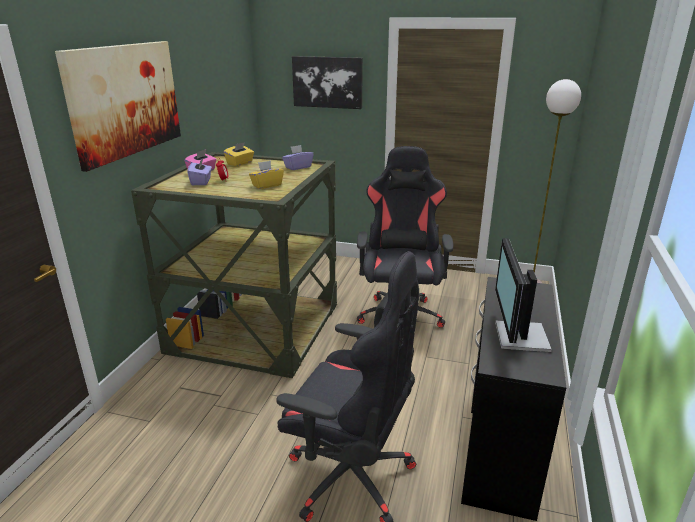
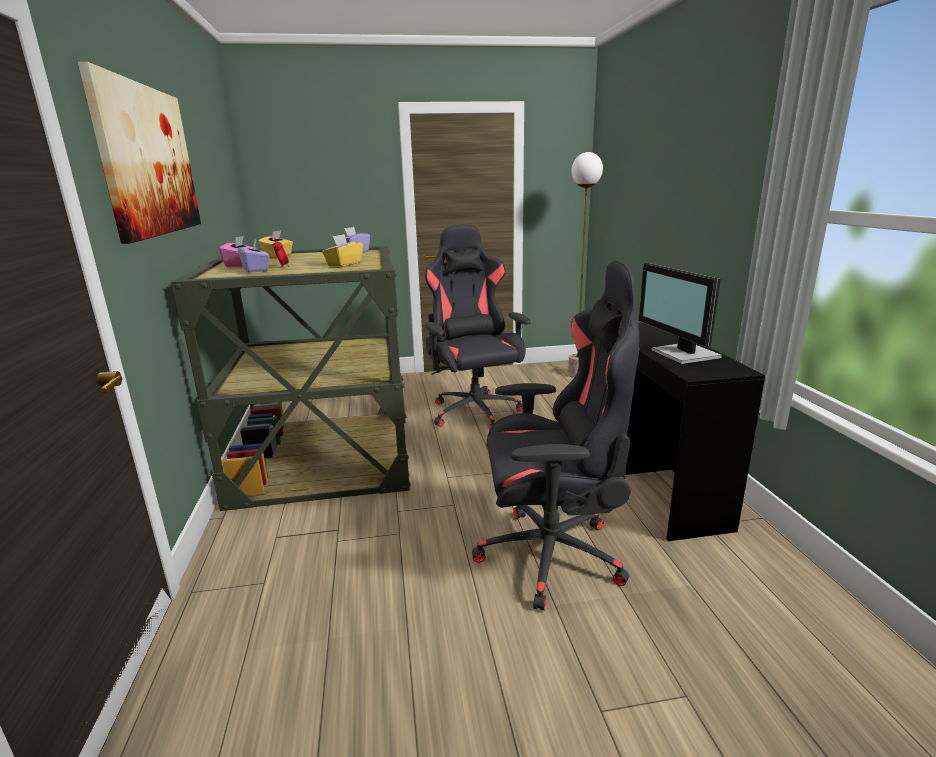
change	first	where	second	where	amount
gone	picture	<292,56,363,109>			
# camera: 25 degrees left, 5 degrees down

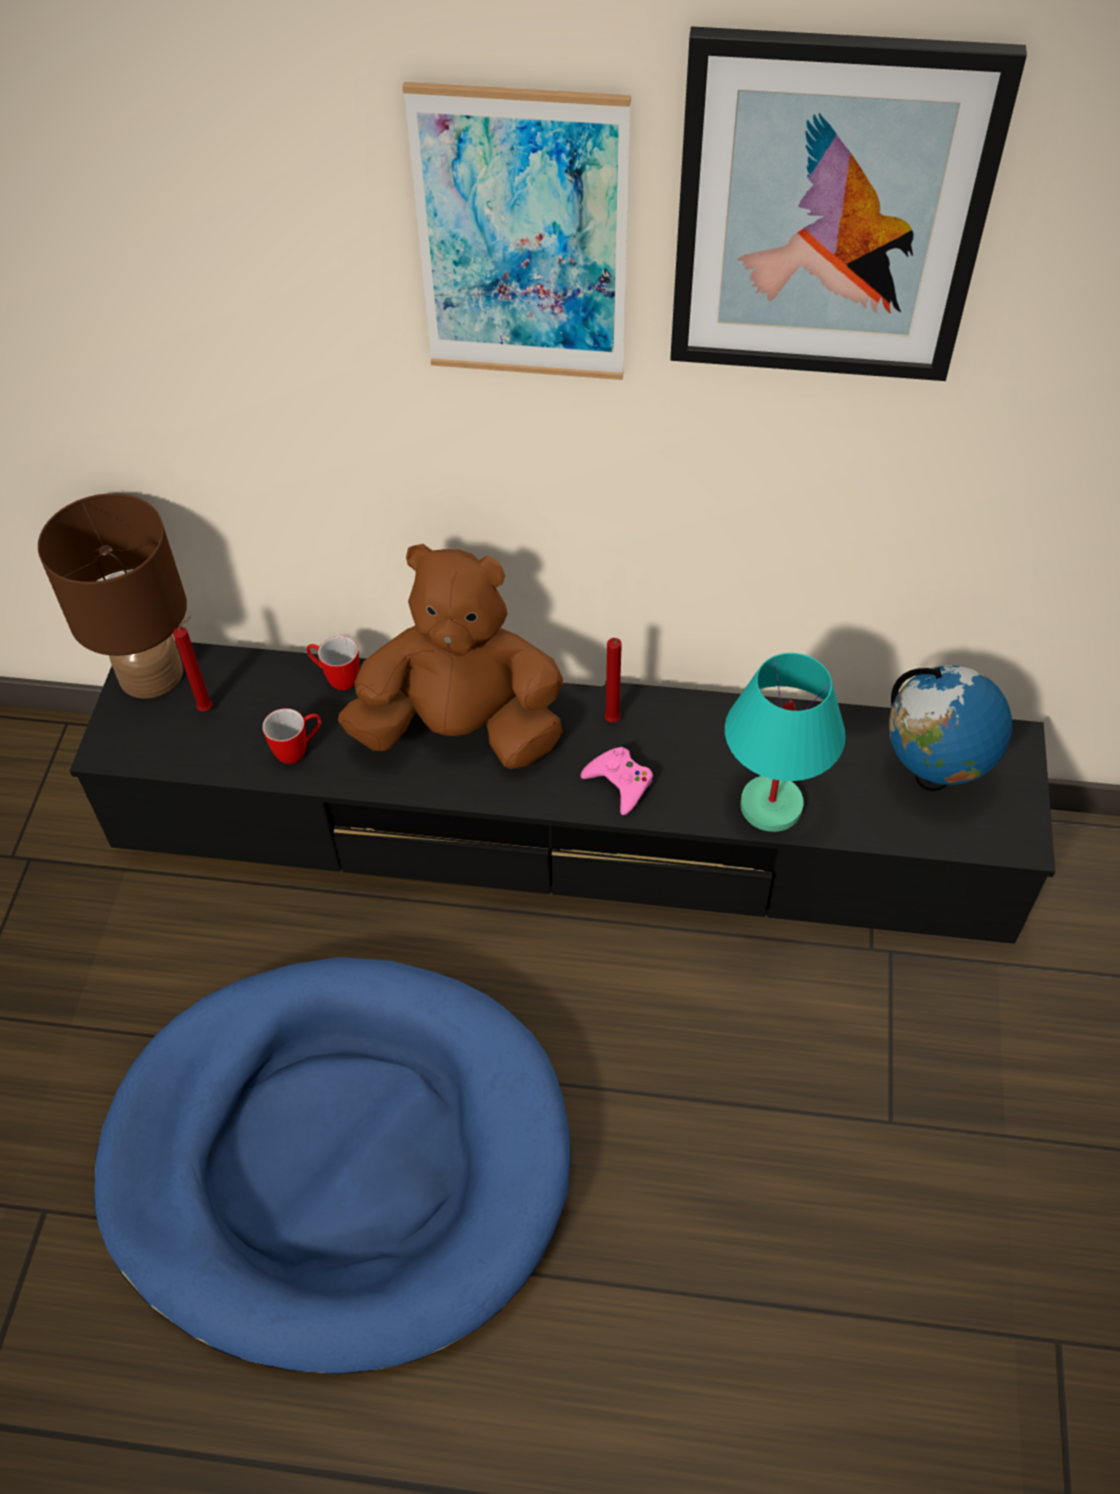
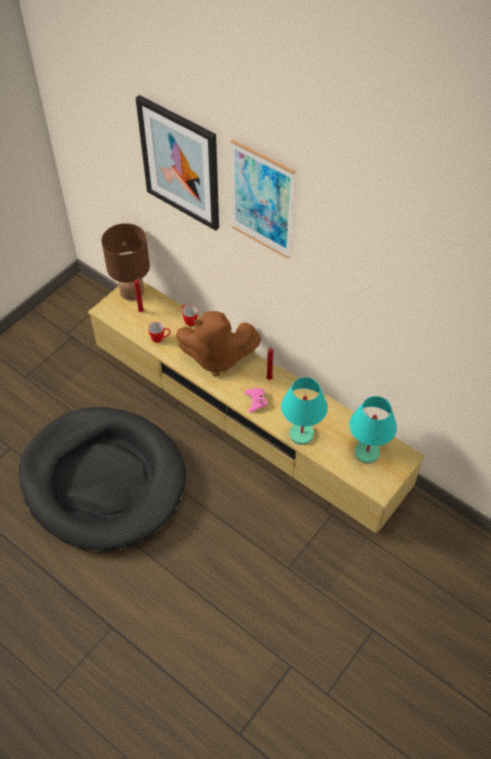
change	first	where	second	where	amount
shifted	picture	<670,26,1027,381>		<136,95,219,231>	
swapped	globe	<889,665,1012,791>	turquoise table lamp	<349,396,397,464>	
repainted	black tv stand	<70,641,1055,944>	beige tv stand	<88,282,424,533>	
repainted	blue dog bed	<94,957,571,1374>	black dog bed	<19,407,186,551>	
rotated	brown plush toy	<338,544,563,769>		<176,311,262,377>	150 degrees clockwise
# camera: 30 degrees right, 0 degrees up

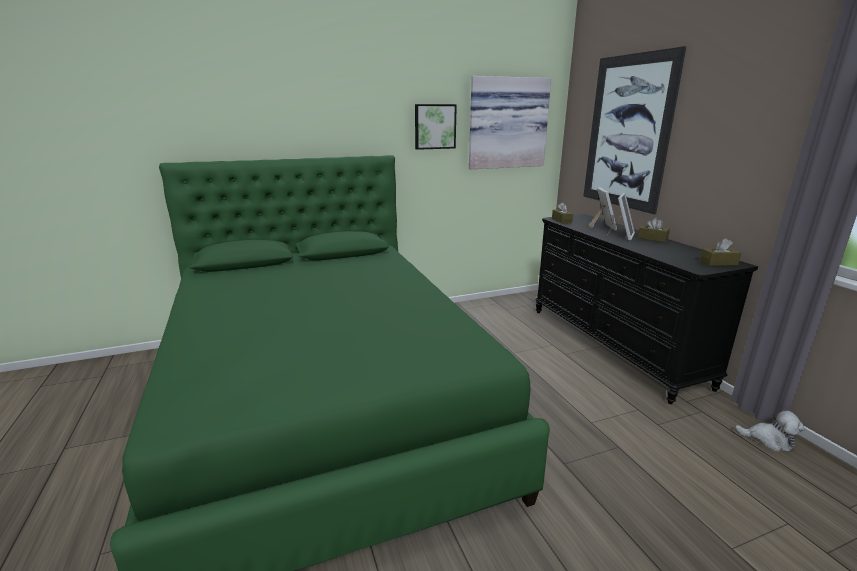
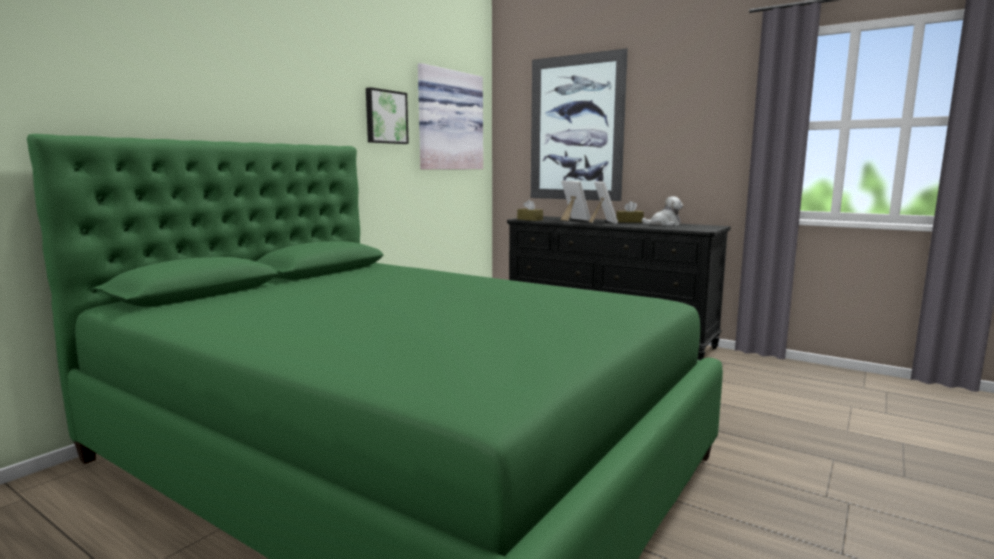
change	first	where	second	where	amount
gone	brown tissue box	<700,238,741,266>			
shifted	plush toy	<735,411,805,452>		<642,196,683,226>	
# camera: 35 degrees left, 10 degrees down

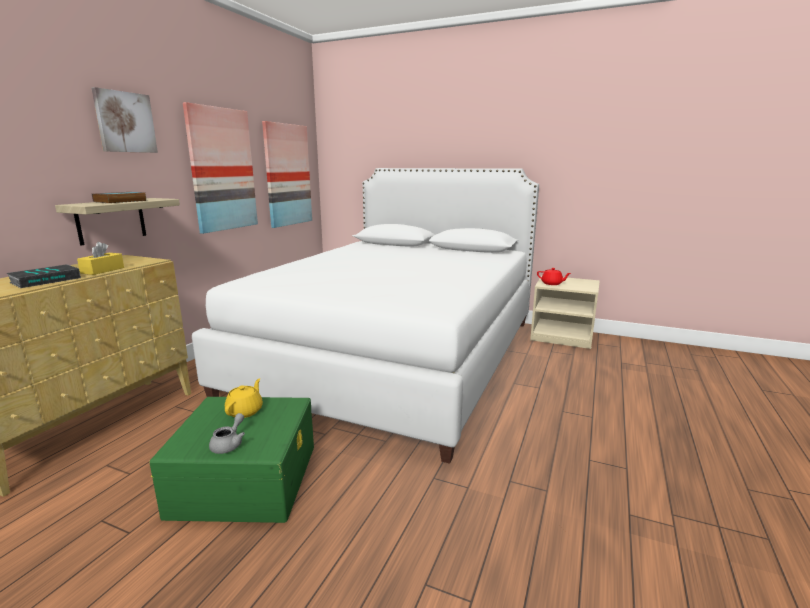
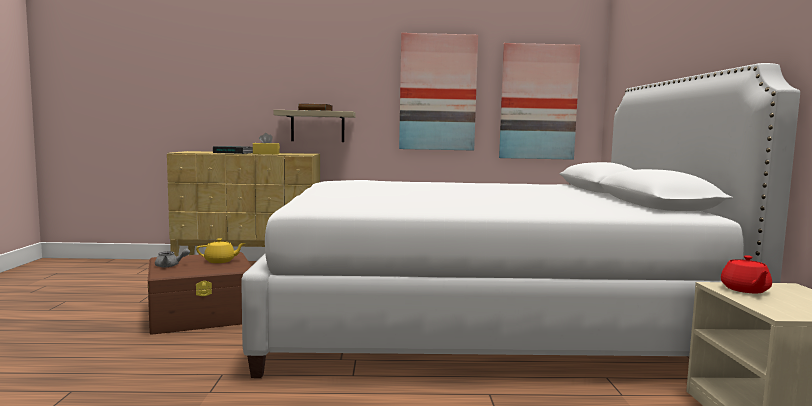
change	first	where	second	where	amount
gone	picture	<92,87,158,153>			
repainted	green storage box	<149,397,314,523>	brown storage box	<148,252,251,335>	
# camera: 65 degrees right, 10 degrees down

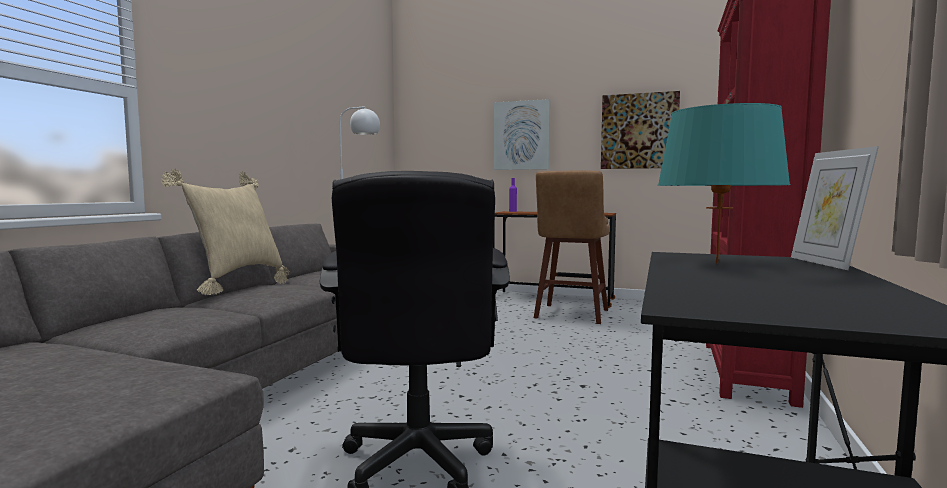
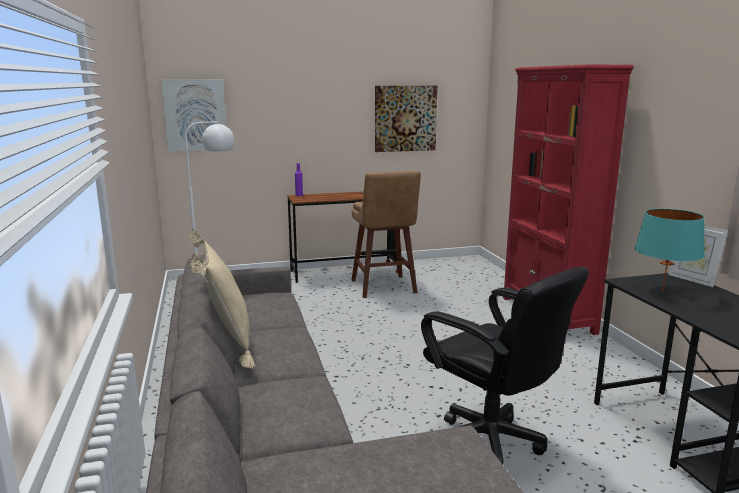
change	first	where	second	where	amount
shifted	picture	<494,99,550,170>		<161,79,226,151>	
# camera: 35 degrees left, 10 degrees up

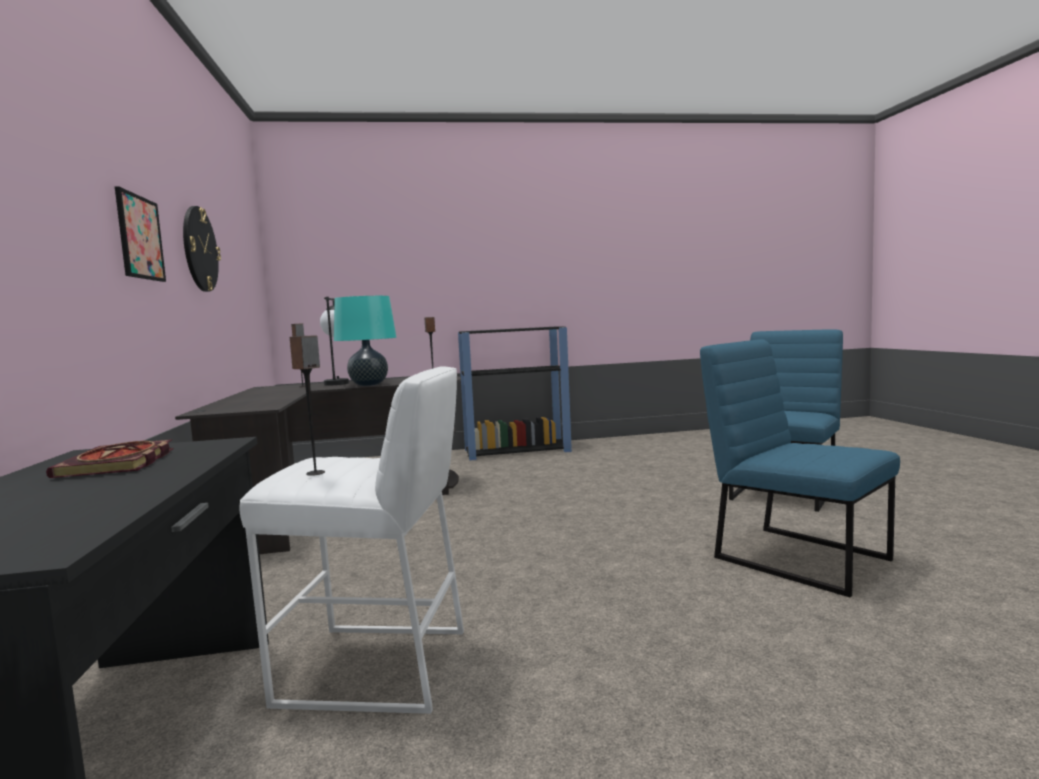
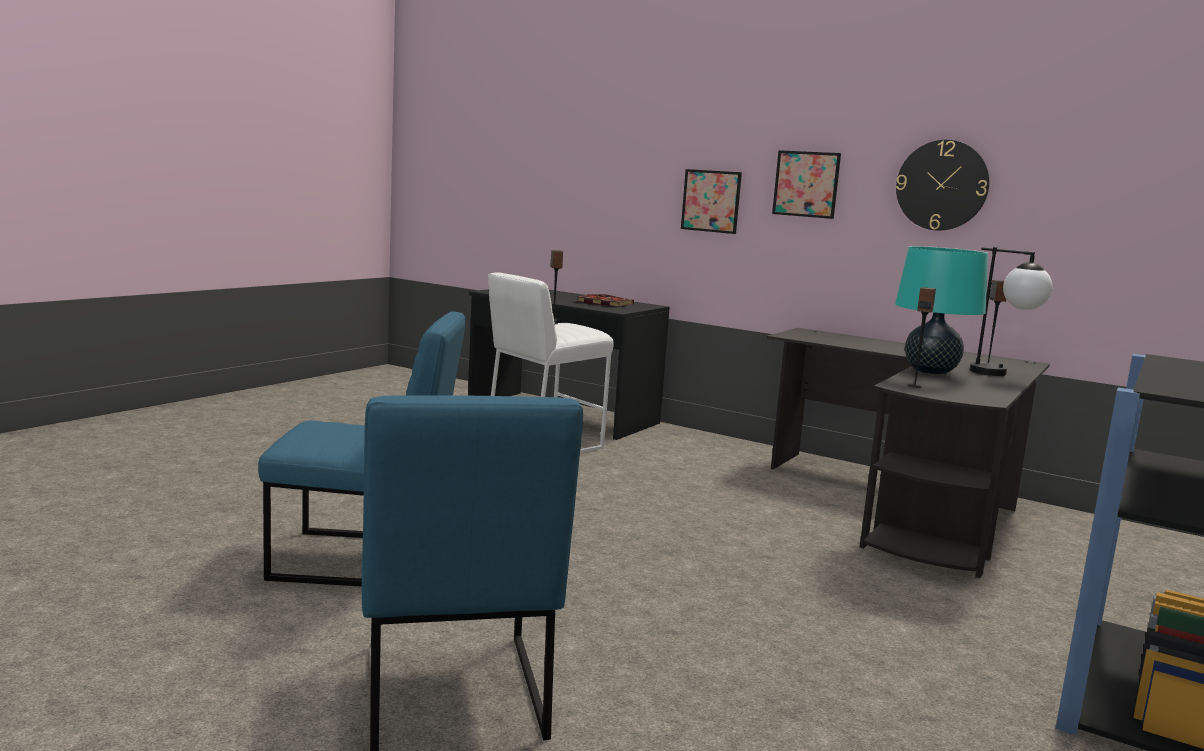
change	first	where	second	where	amount
new			picture	<681,169,742,234>	
# camera: 130 degrees right, 5 degrees up

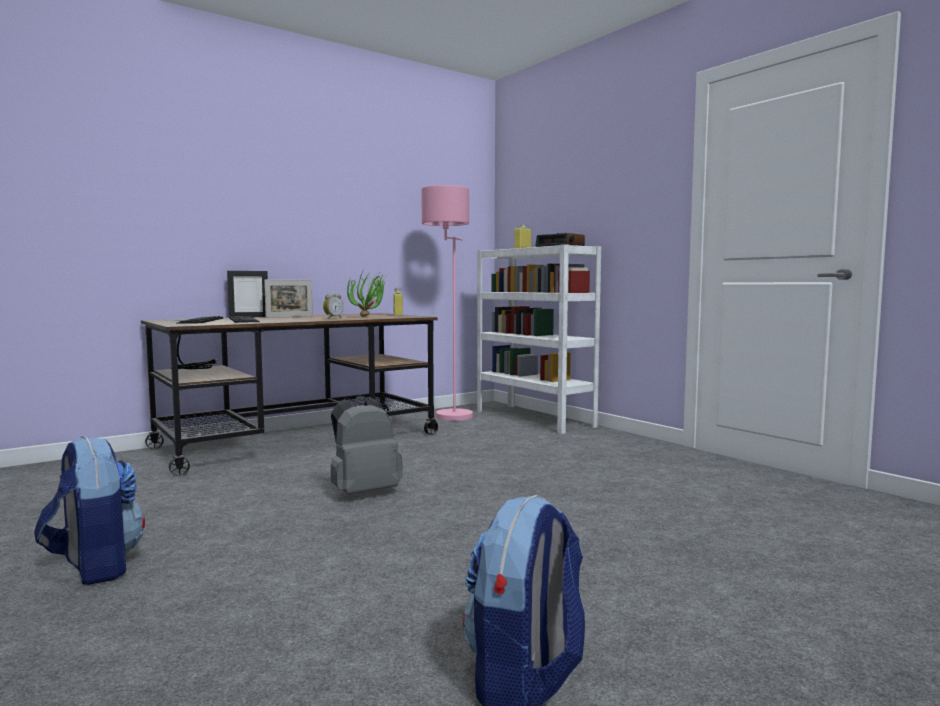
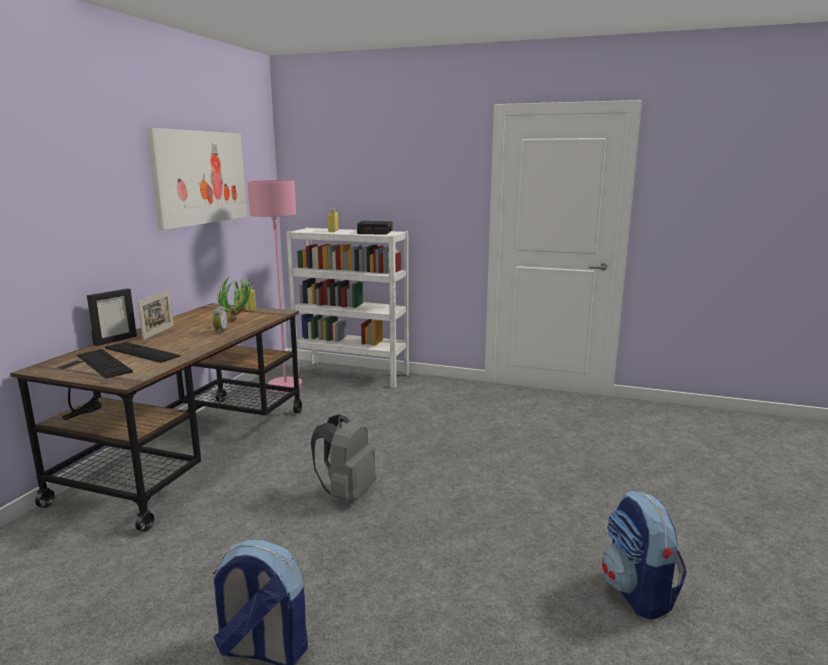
change	first	where	second	where	amount
new			picture	<147,128,247,230>	
# camera: 35 degrees left, 10 degrees up

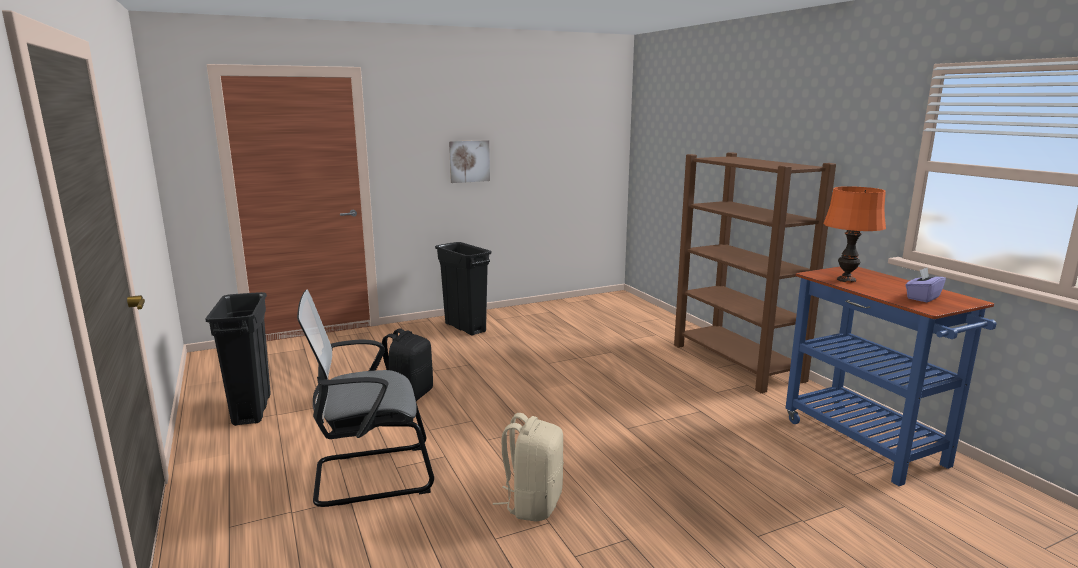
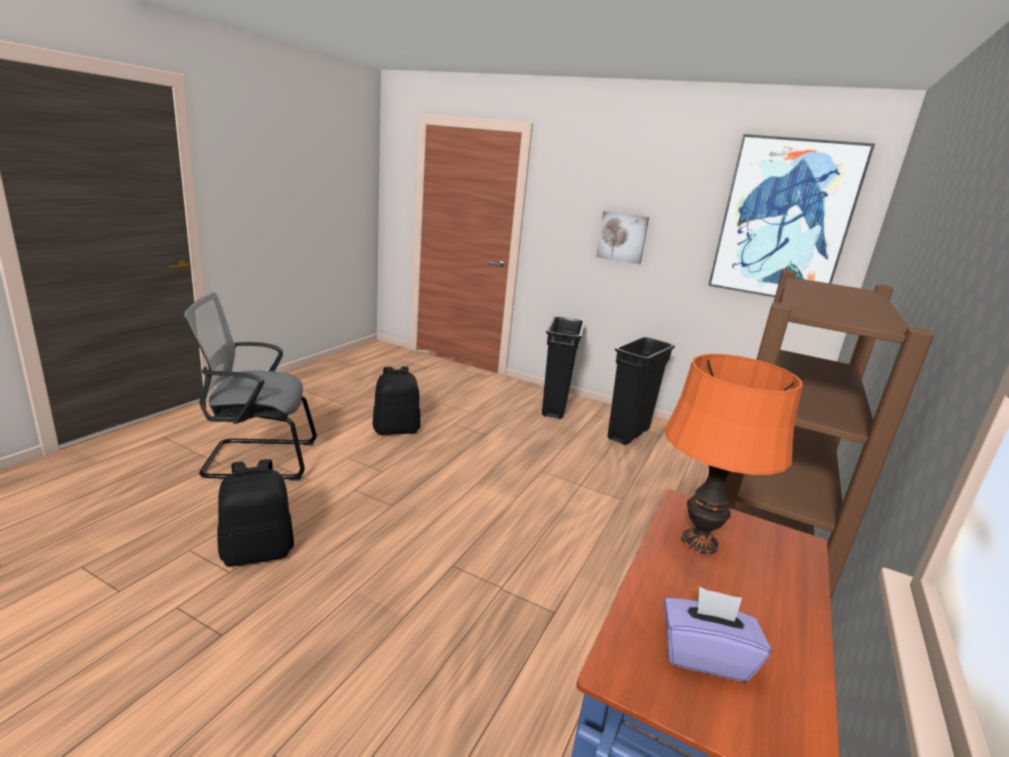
change	first	where	second	where	amount
new			picture	<708,134,875,297>	
shifted	black trash can	<205,292,271,426>		<608,337,675,445>	
repainted	beige backpack	<493,413,564,522>	black backpack	<217,459,294,567>	
rotated	chair	<297,290,434,507>		<183,292,317,481>	45 degrees counterclockwise
# camera: 50 degrees right, 5 degrees up

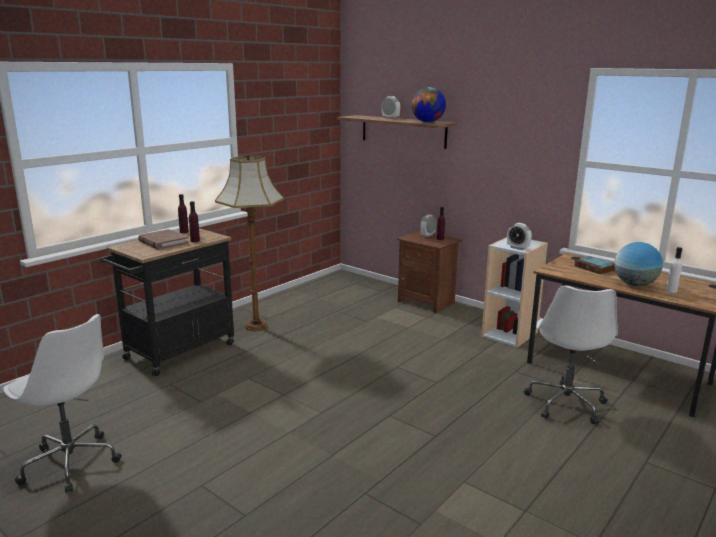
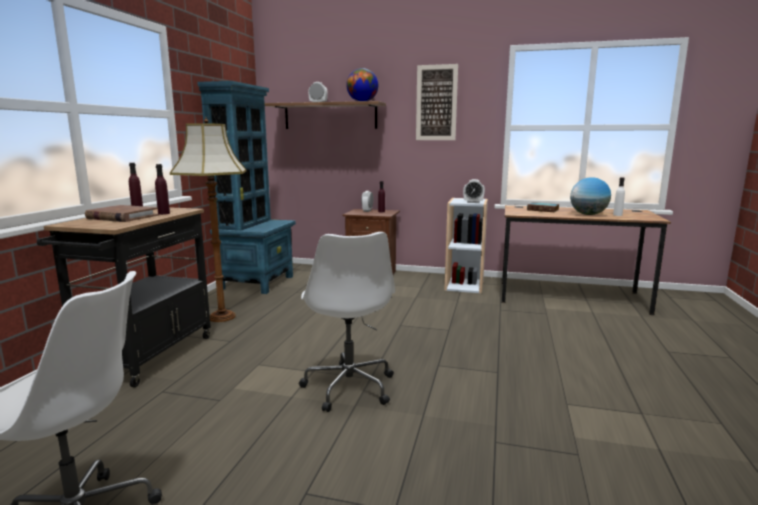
change	first	where	second	where	amount
new			blue cabinet	<198,81,296,294>	
new			picture	<416,64,458,140>	
shifted	white office chair	<524,285,618,424>		<299,232,395,412>	
# camera: 25 degrees left, 5 degrees down

